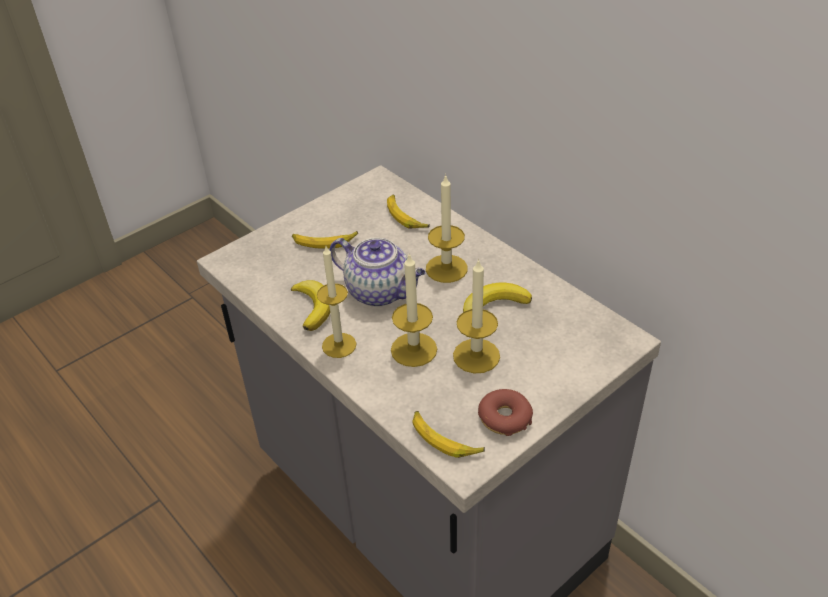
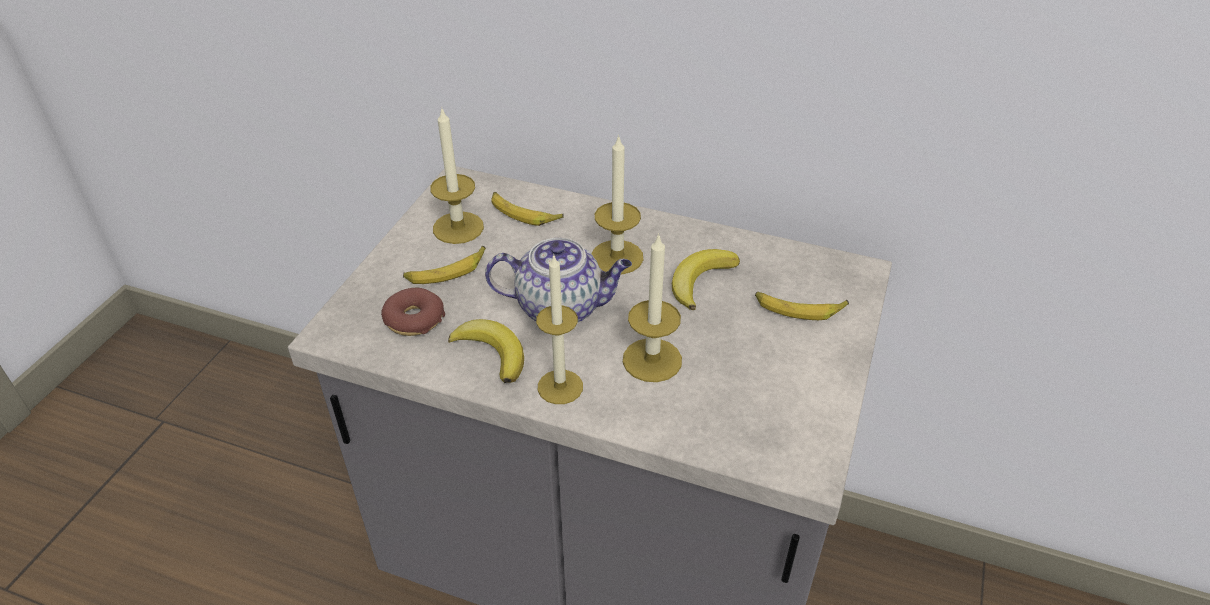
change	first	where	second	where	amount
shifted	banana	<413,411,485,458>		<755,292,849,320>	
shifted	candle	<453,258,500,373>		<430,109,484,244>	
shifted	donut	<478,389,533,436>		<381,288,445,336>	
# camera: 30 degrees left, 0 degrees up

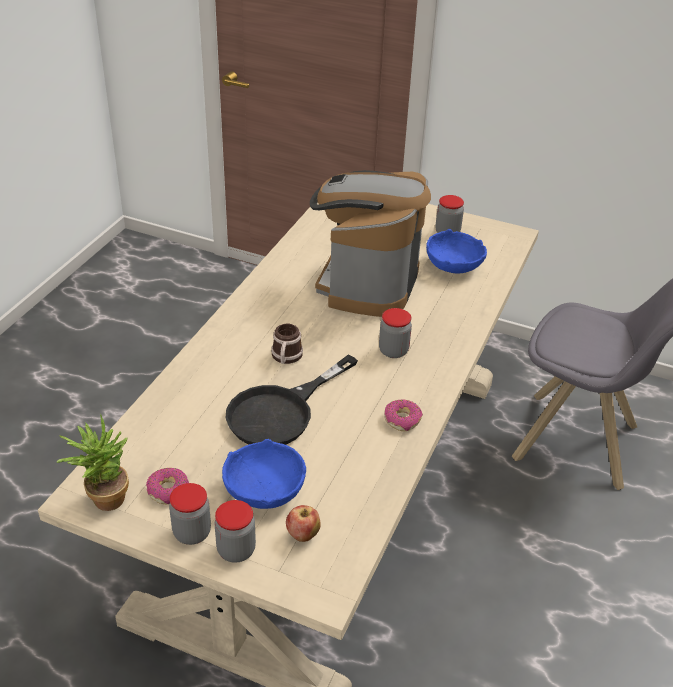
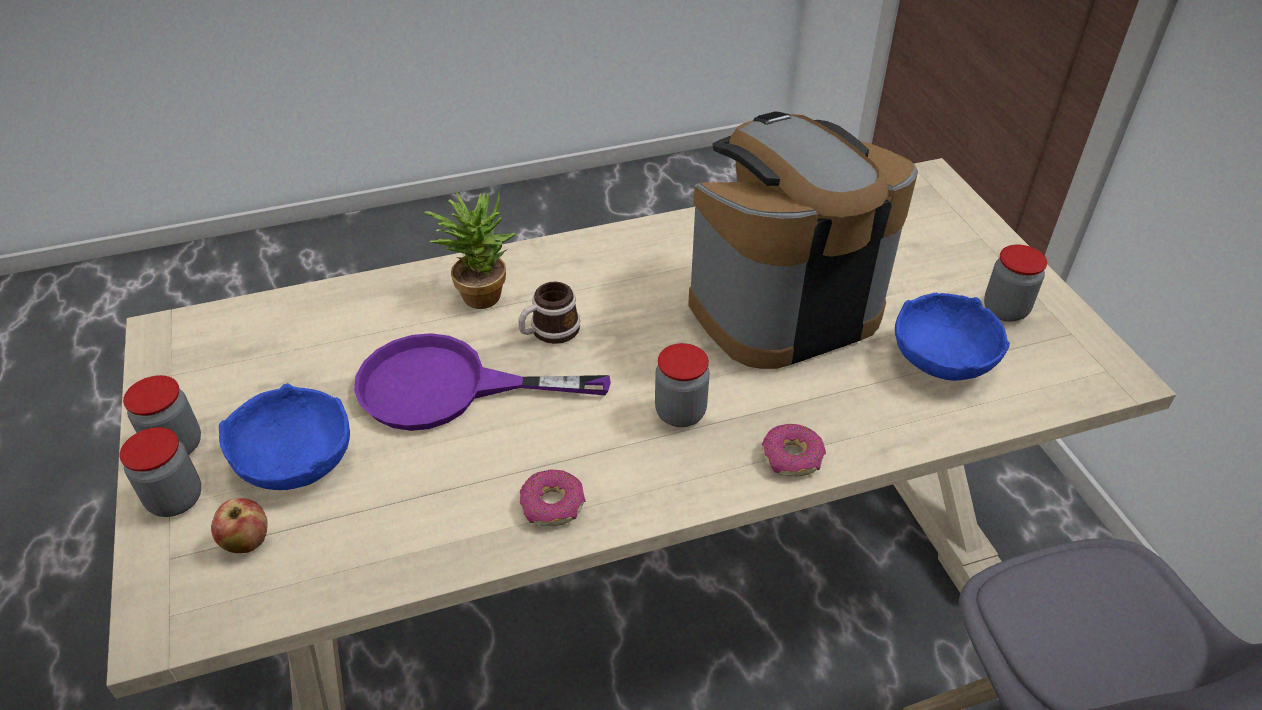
change	first	where	second	where	amount
shifted	potted plant	<57,414,129,511>		<424,189,516,309>	
shifted	donut	<146,468,189,504>		<762,424,826,477>	
repainted	black frying pan	<225,355,358,445>	purple frying pan	<354,333,611,431>	
# camera: 50 degrees right, 5 degrees up

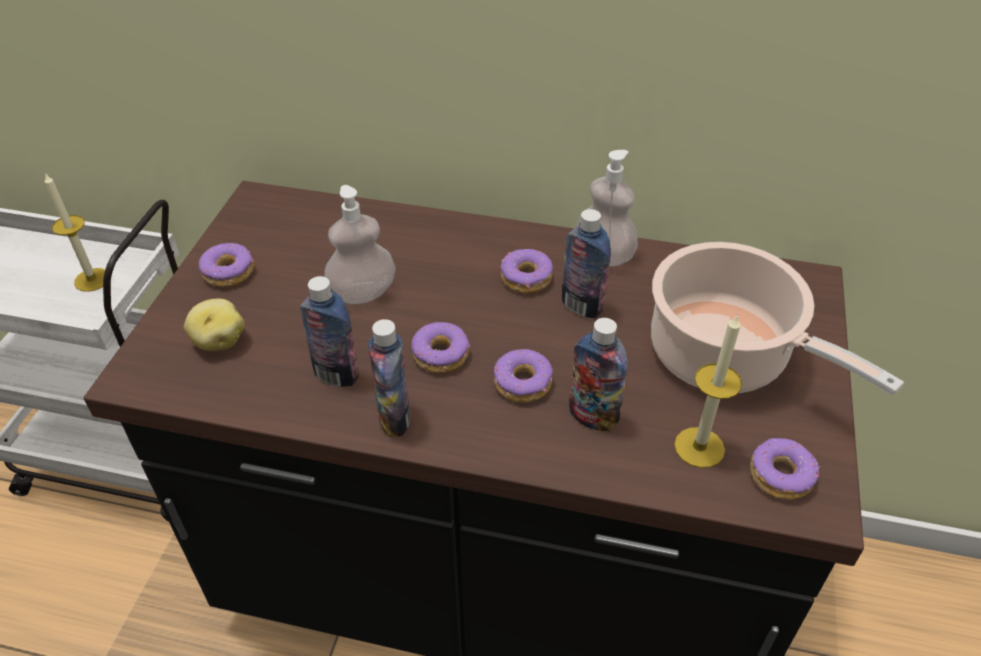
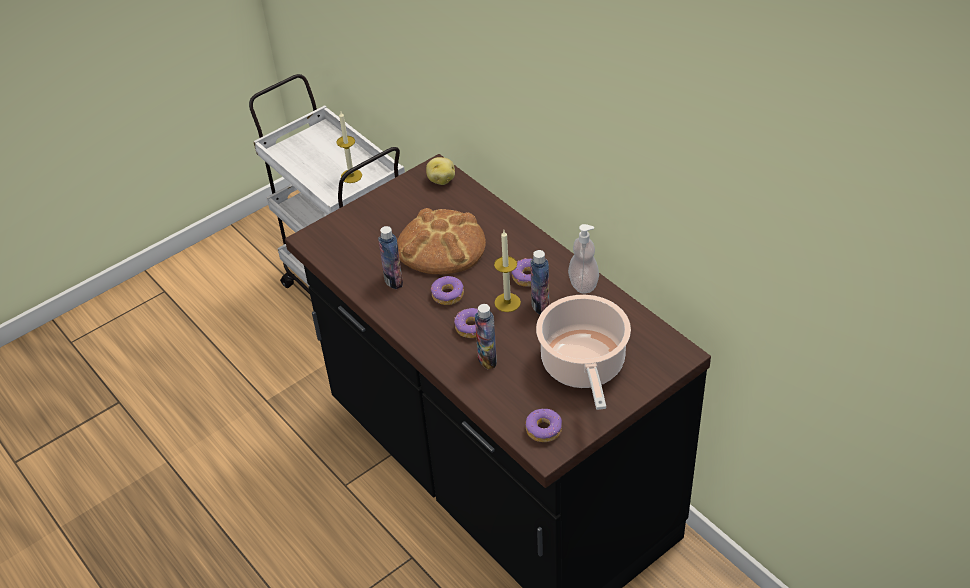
change	first	where	second	where	amount
gone	donut	<198,243,254,287>			
gone	bottle	<368,319,410,437>			
shifted	potato	<184,299,245,351>		<426,157,455,185>	
shifted	candle	<674,313,742,468>		<494,230,521,312>	
swapped	soap dispenser	<324,185,396,304>	bread	<397,208,486,275>	
# camera: 40 degrees right, 0 degrees up

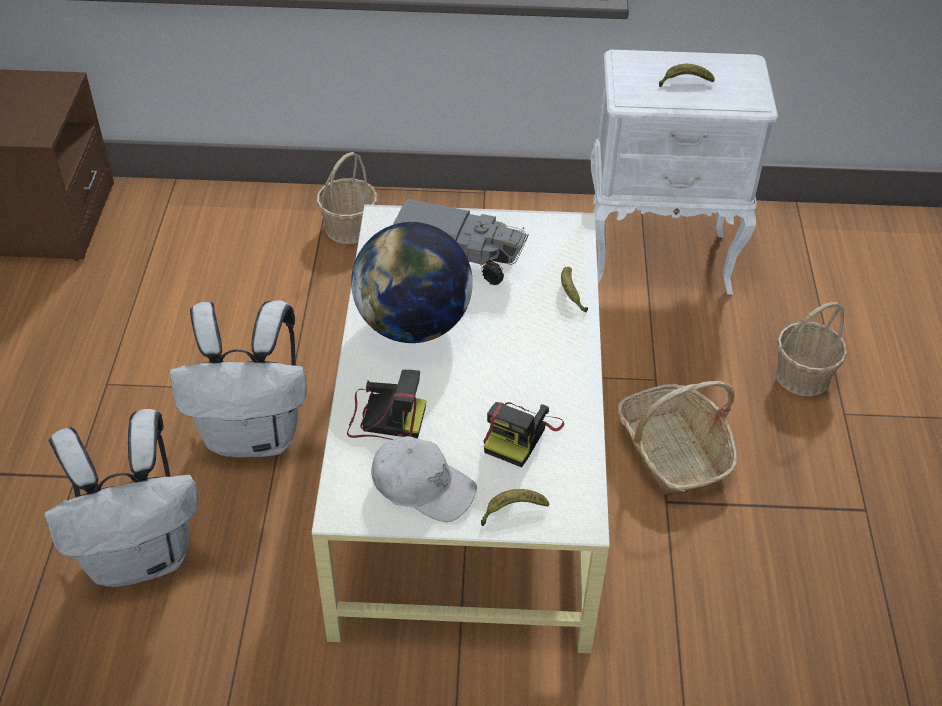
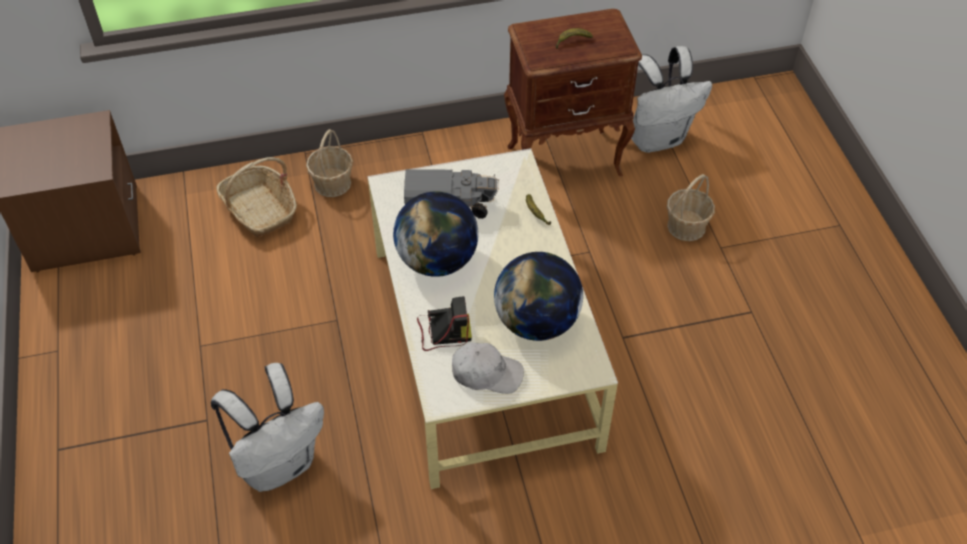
change	first	where	second	where	amount
gone	banana	<481,489,549,526>			
shifted	white backpack	<169,300,307,457>		<631,46,712,153>	
shifted	basket	<618,381,738,496>		<216,157,297,237>	
swapped	photo camera	<483,402,564,467>	globe	<494,252,583,341>	
repainted	white nightstand	<590,50,778,295>	brown nightstand	<504,9,642,177>	
# camera: 15 degrees left, 5 degrees up

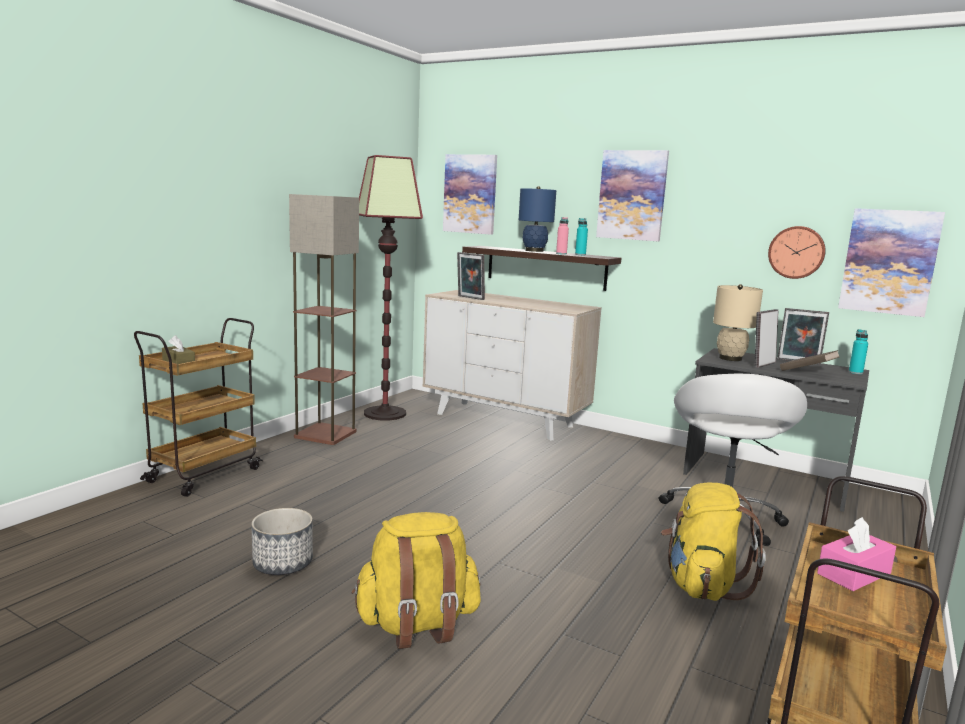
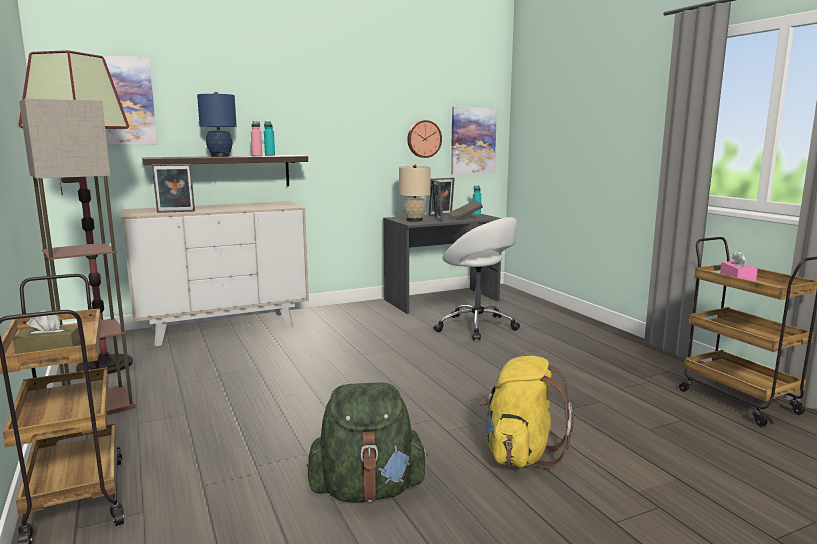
change	first	where	second	where	amount
gone	picture	<596,150,669,241>			
gone	yellow backpack	<661,483,766,601>			
swapped	planter	<251,508,313,575>	green backpack	<307,382,428,503>	
# camera: 55 degrees left, 0 degrees up

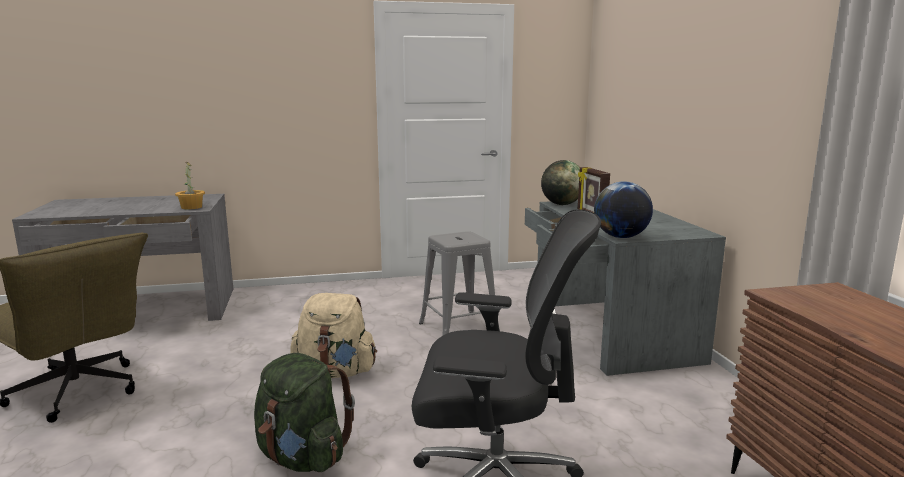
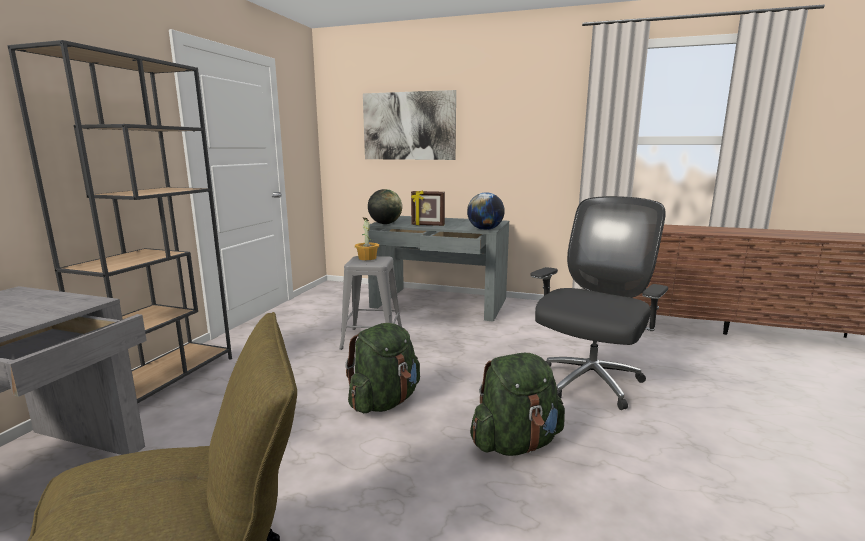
change	first	where	second	where	amount
new			bookcase	<8,40,232,403>	
new			picture	<363,90,456,160>	
shifted	potted plant	<175,162,205,210>		<355,218,379,260>	
repainted	beige backpack	<290,293,377,378>	green backpack	<345,323,420,413>	
# camera: 60 degrees left, 0 degrees up

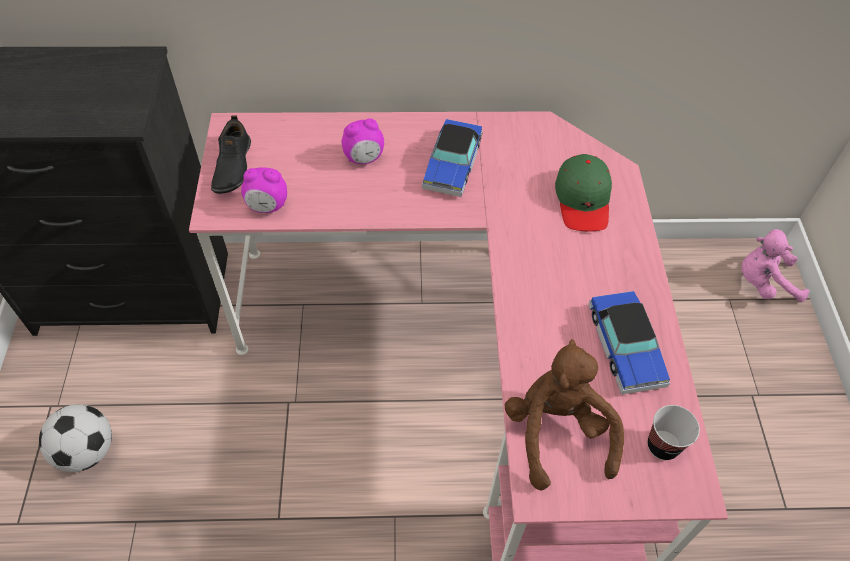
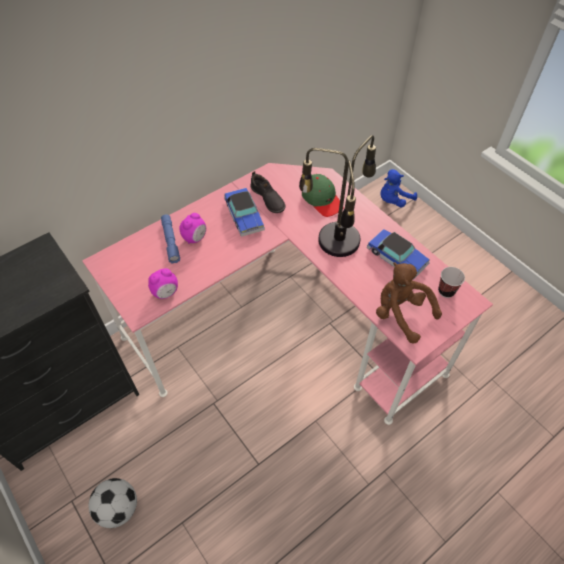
change	first	where	second	where	amount
new			blue flashlight	<161,214,180,263>	
new			table lamp	<299,135,376,257>	
shifted	black shoe	<211,115,251,194>		<250,171,286,213>	
repainted	pink plush toy	<741,229,810,302>	blue plush toy	<380,169,417,208>	
# camera: 35 degrees left, 0 degrees up

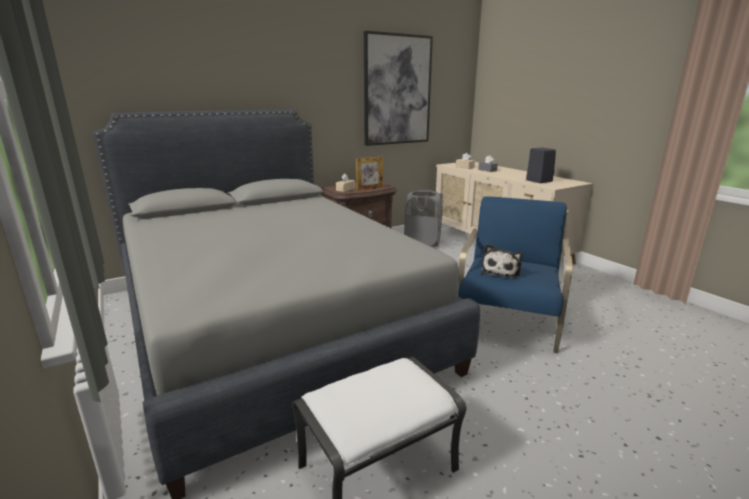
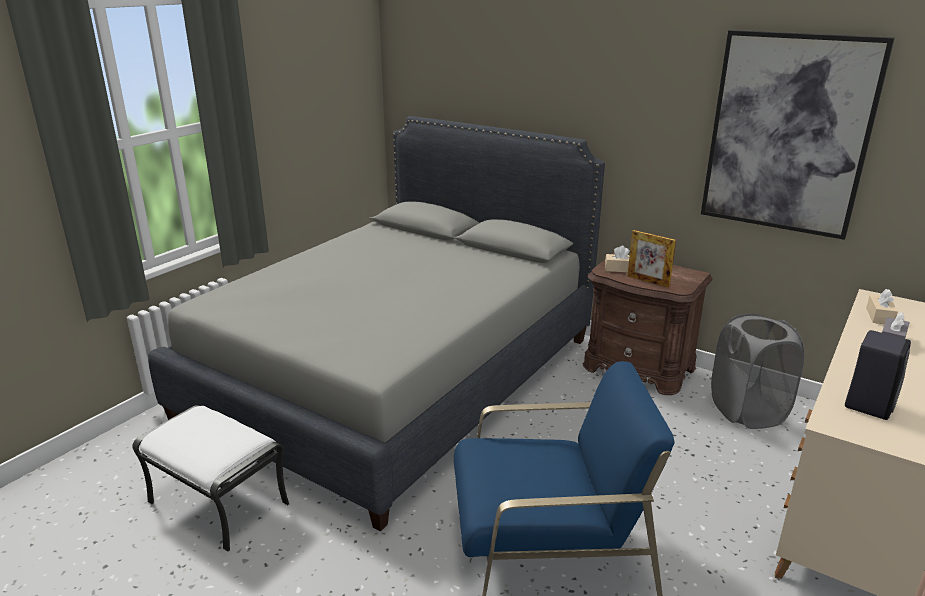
change	first	where	second	where	amount
gone	plush toy	<481,244,523,279>			
# camera: 65 degrees right, 5 degrees up

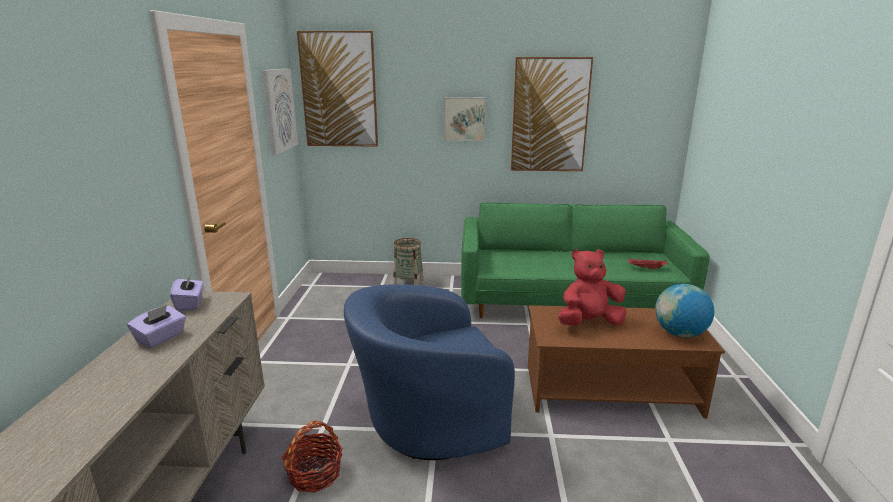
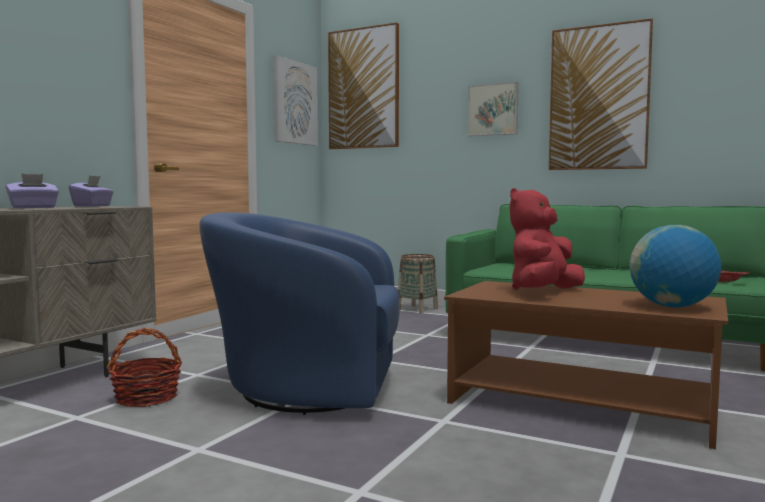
change	first	where	second	where	amount
rotated	red plush toy	<558,249,626,326>		<510,188,585,290>	60 degrees counterclockwise
# camera: 25 degrees right, 15 degrees down

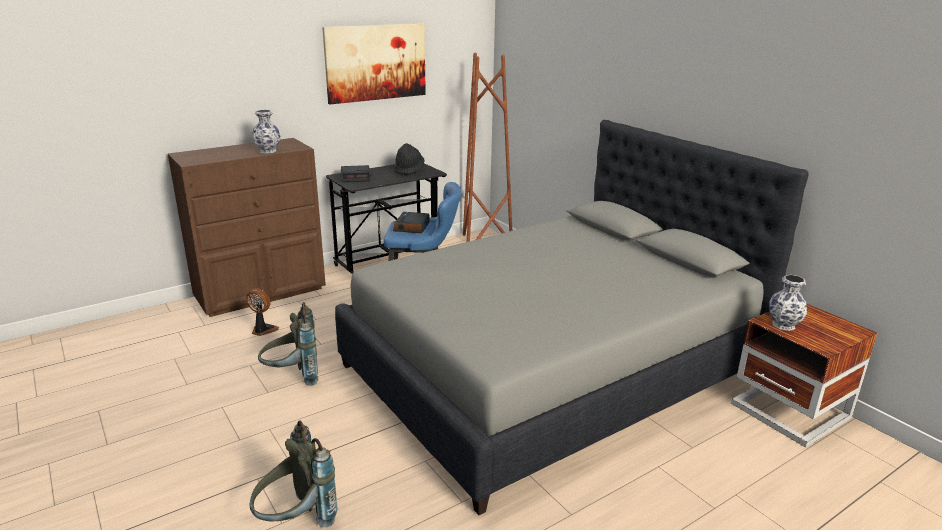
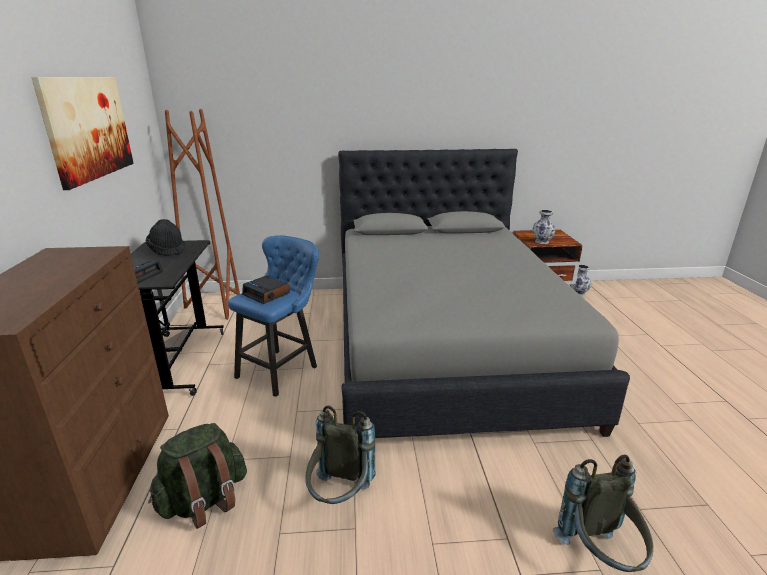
change	first	where	second	where	amount
shifted	vase	<252,110,280,153>		<570,265,591,296>	
swapped	fan	<246,288,279,336>	green backpack	<148,423,247,529>	
# camera: 60 degrees left, 0 degrees up

